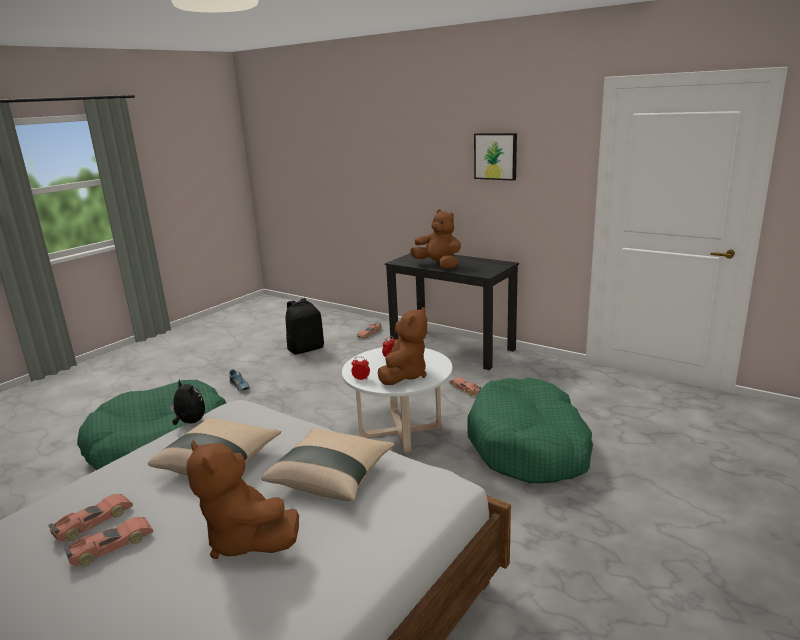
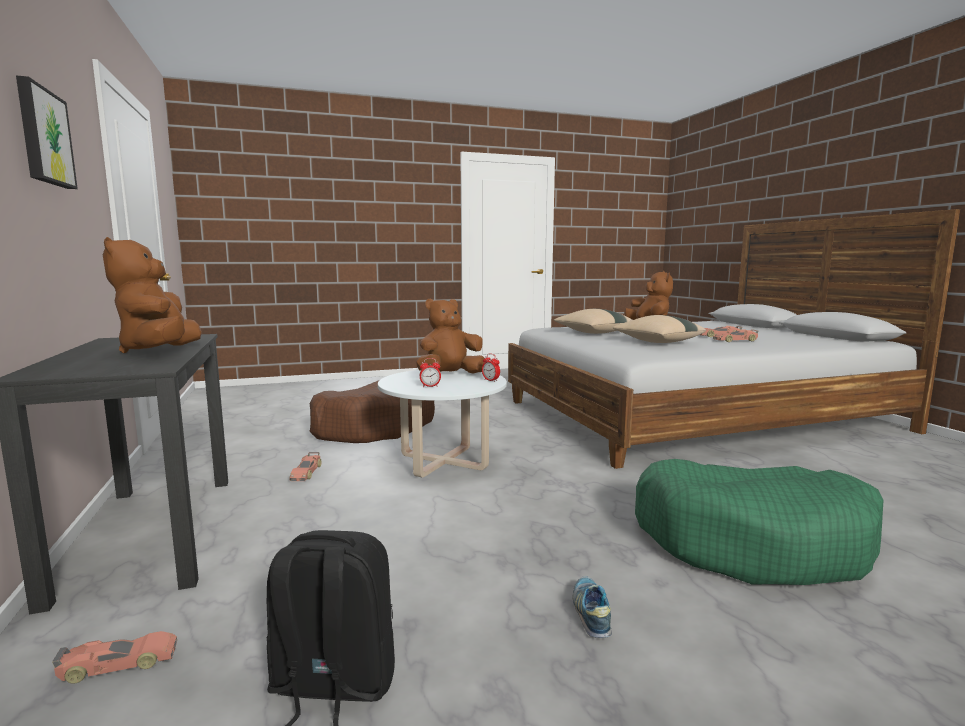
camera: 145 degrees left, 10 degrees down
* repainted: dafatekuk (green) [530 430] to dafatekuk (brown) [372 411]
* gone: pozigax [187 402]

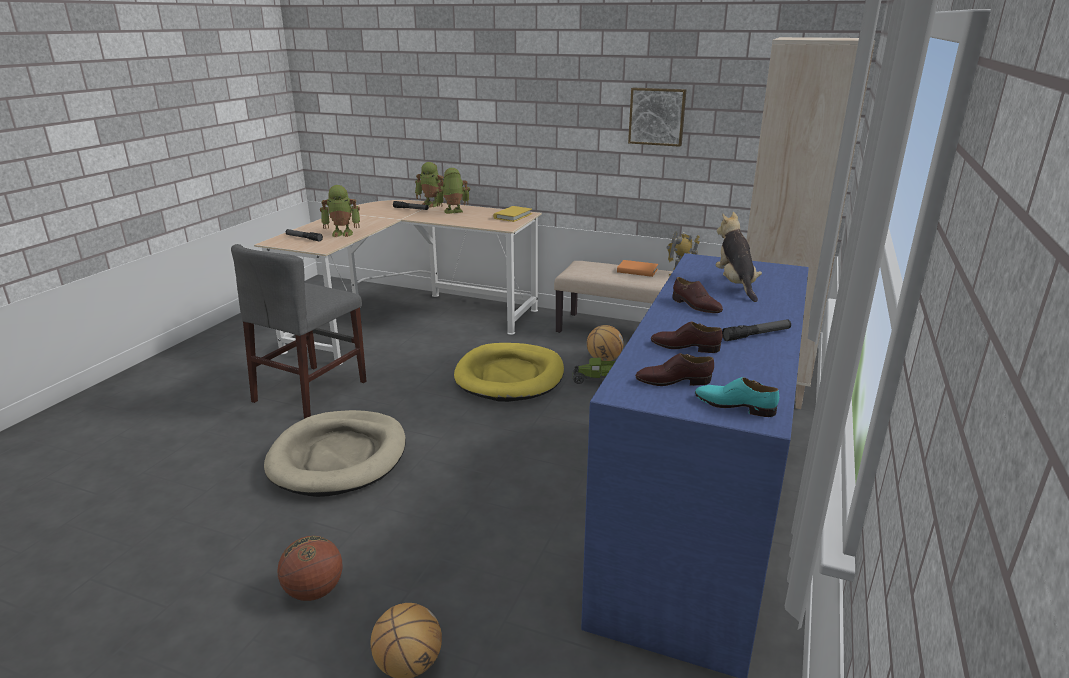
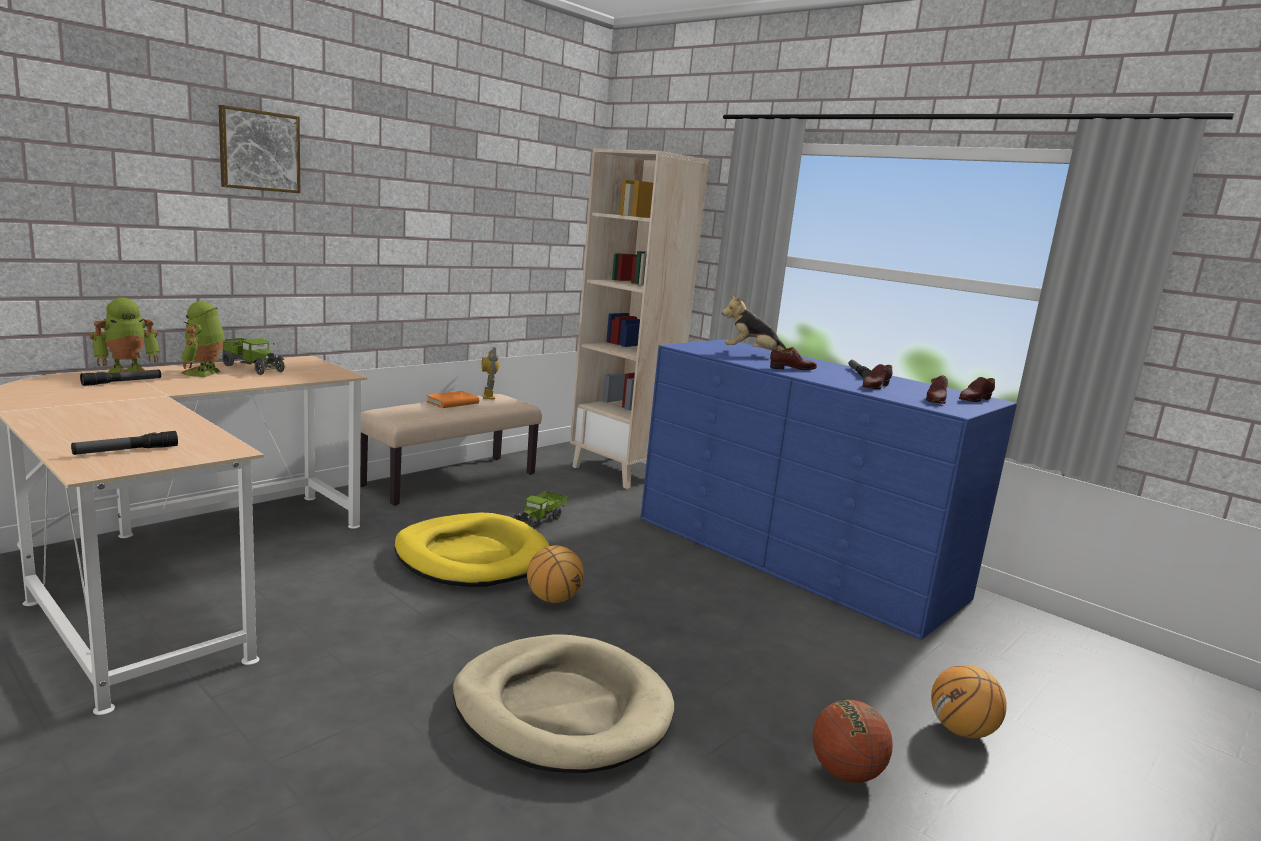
camera: 70 degrees left, 10 degrees down
* shifted: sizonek [657 117] to [259 149]
* gone: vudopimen [340 211]
* gone: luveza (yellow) [512 214]
* gone: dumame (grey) [298 331]
* shifted: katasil [605 343] to [555 574]
* repainted: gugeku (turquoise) [737 397] to gugeku (brown) [977 389]
* new: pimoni [254 356]

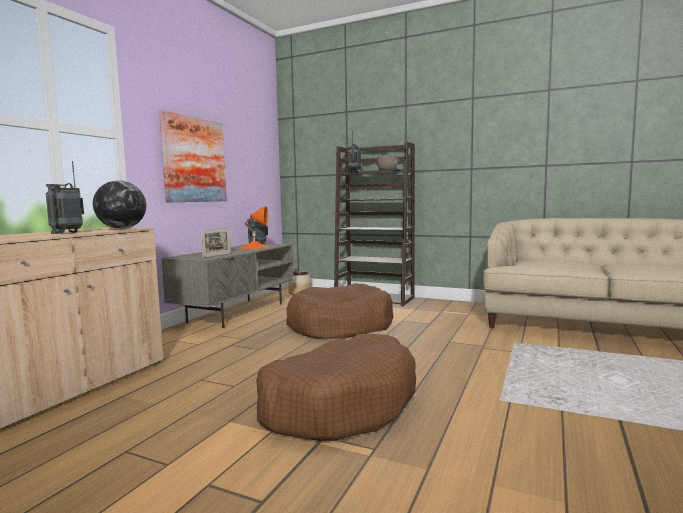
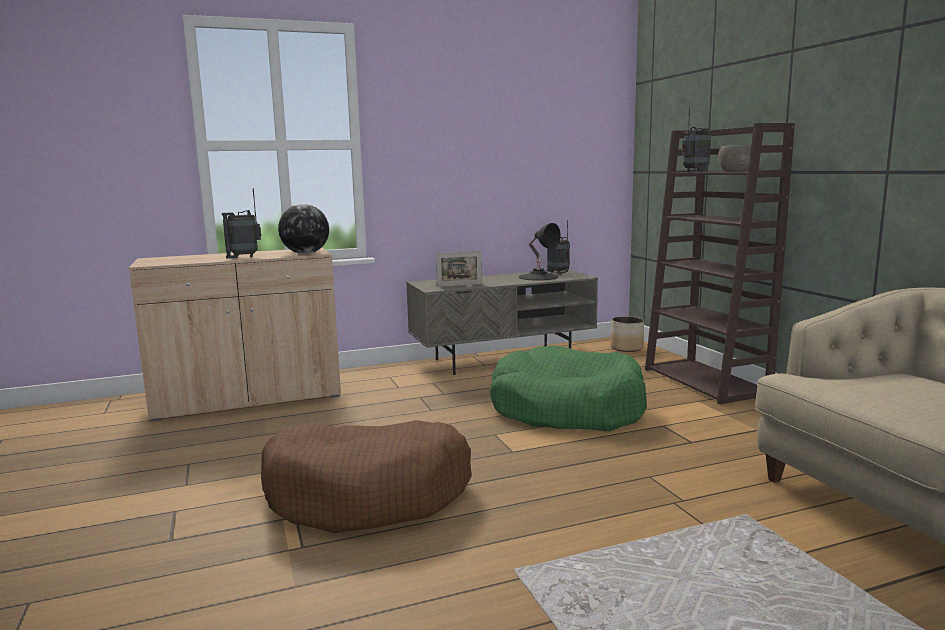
camera: 45 degrees right, 5 degrees up
* gone: sizonek [193 156]
* repainted: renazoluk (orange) [254 227] to renazoluk (black) [539 252]
* repainted: dafatekuk (brown) [340 311] to dafatekuk (green) [568 389]

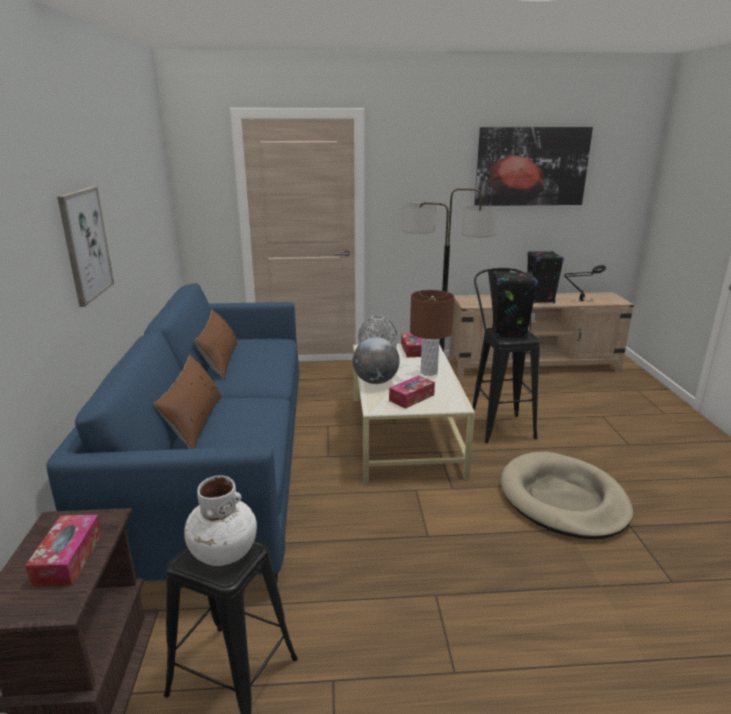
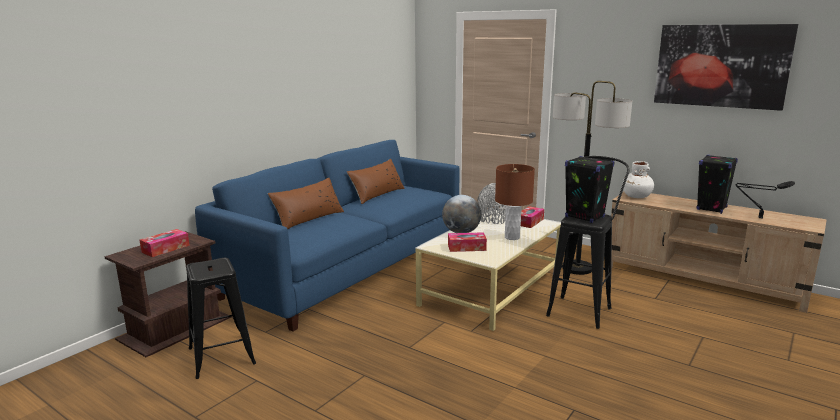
camera: 40 degrees right, 5 degrees down
* gone: sizonek [85 247]
* gone: dafatekuk (beige) [567 495]
* shifted: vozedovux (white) [220 521] to [638 179]

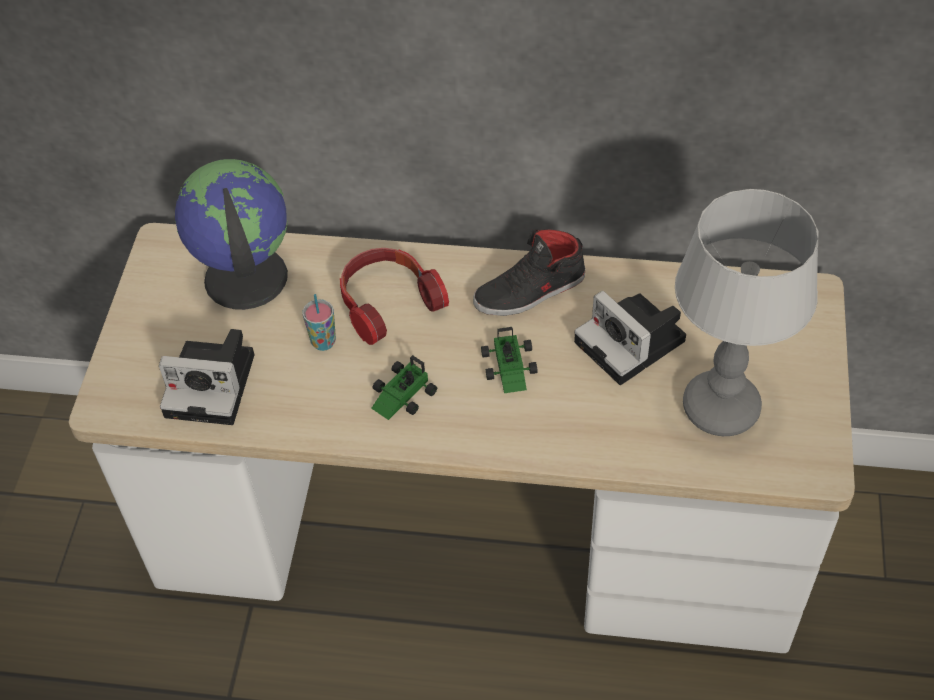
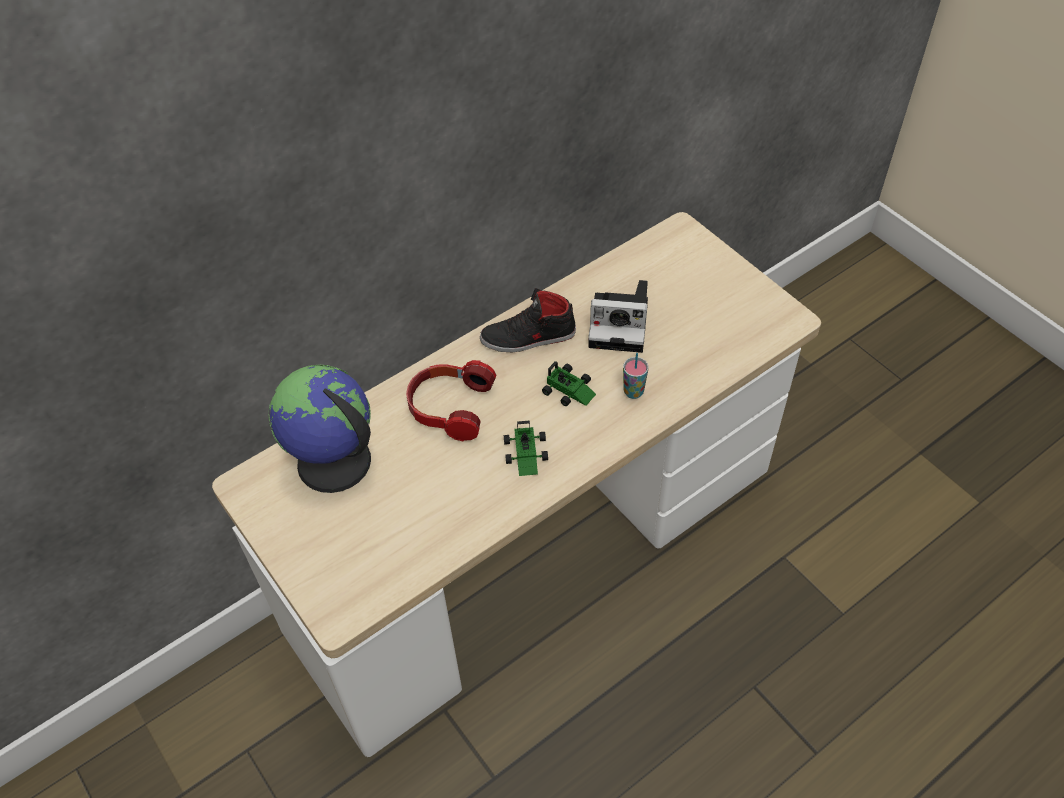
camera: 45 degrees left, 0 degrees up
* gone: renazoluk [746 312]
* rotated: gugeku (black) [529 272] = [528 320] 60 degrees clockwise
* shifted: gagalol [319 322] to [636 376]
* gone: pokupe [207 377]

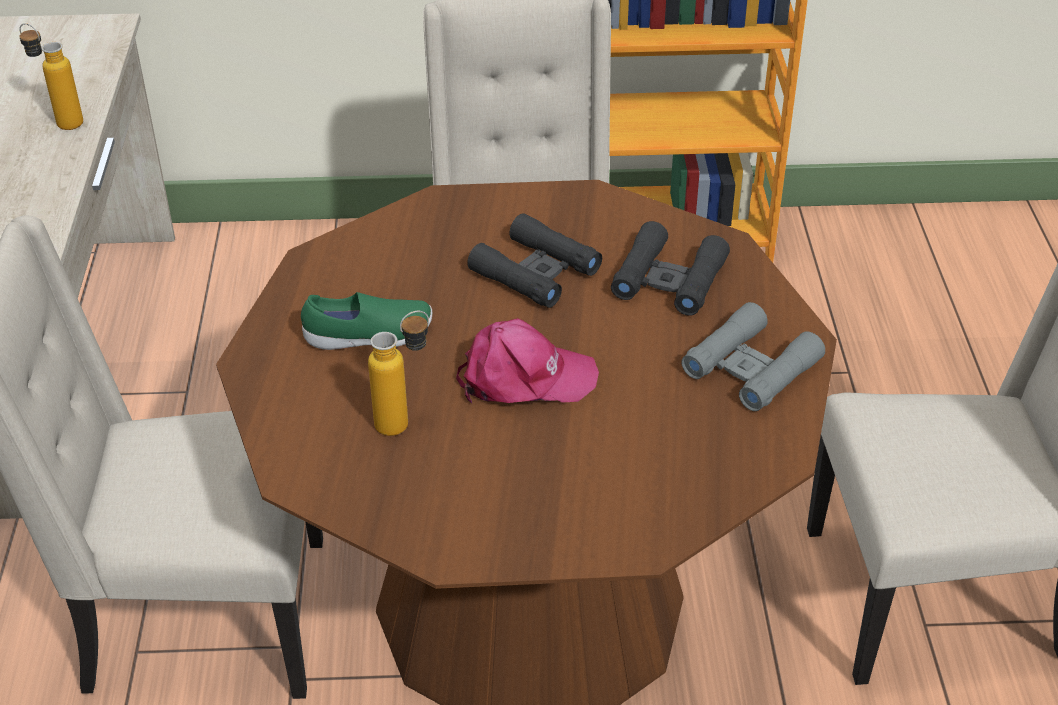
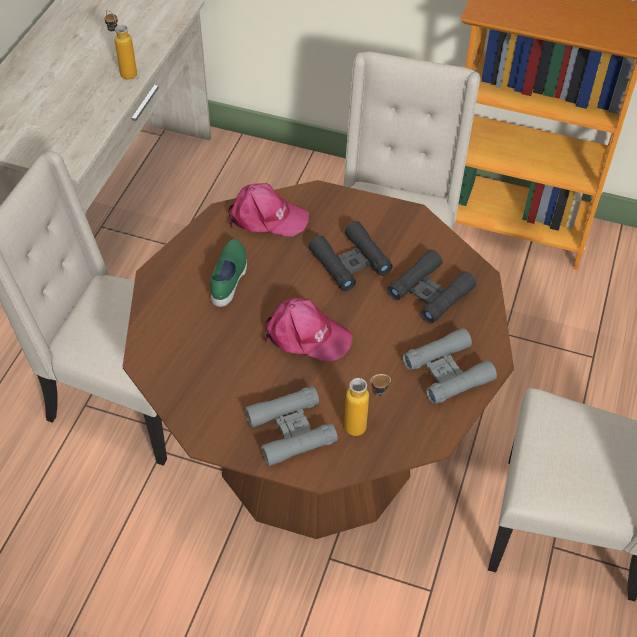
camera: 20 degrees right, 10 degrees up
* rotated: gugeku (green) [366 321] = [228 273] 90 degrees counterclockwise
* shifted: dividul [398 373] to [367 405]
* new: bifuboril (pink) [268 210]
* new: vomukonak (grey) [291 426]

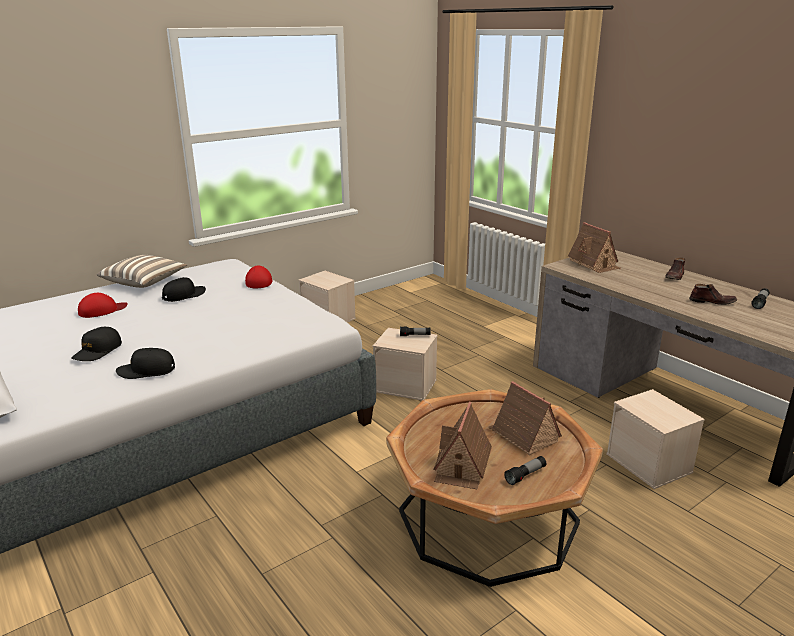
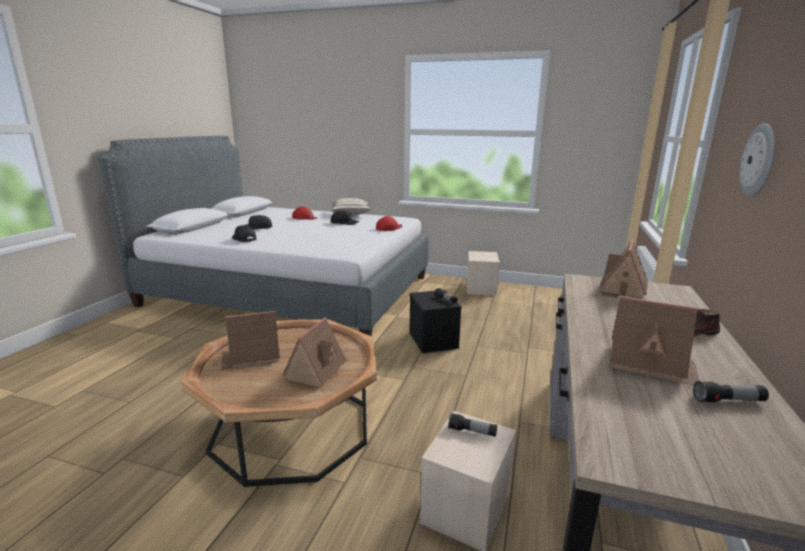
camera: 55 degrees right, 5 degrees down
* swapped: gugeku (brown) [713 294] to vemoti [654 340]
* repainted: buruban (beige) [405 364] to buruban (black) [435 321]
* shifted: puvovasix [525 470] to [472 425]
* new: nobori [757 160]

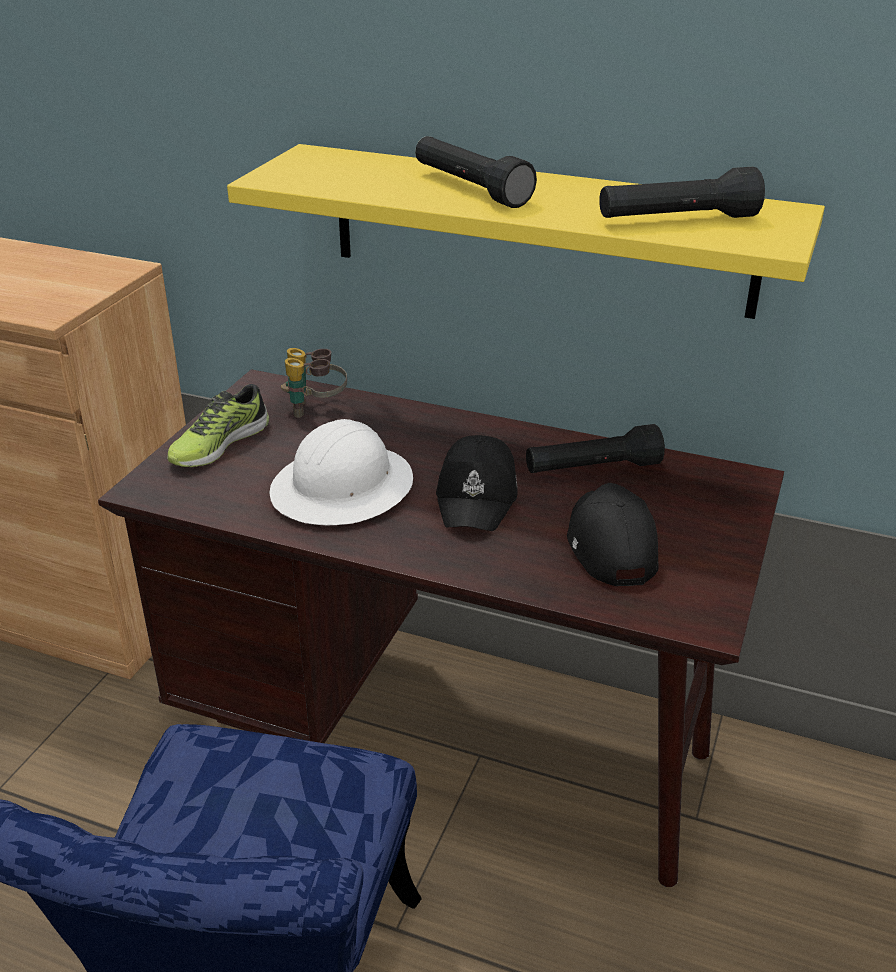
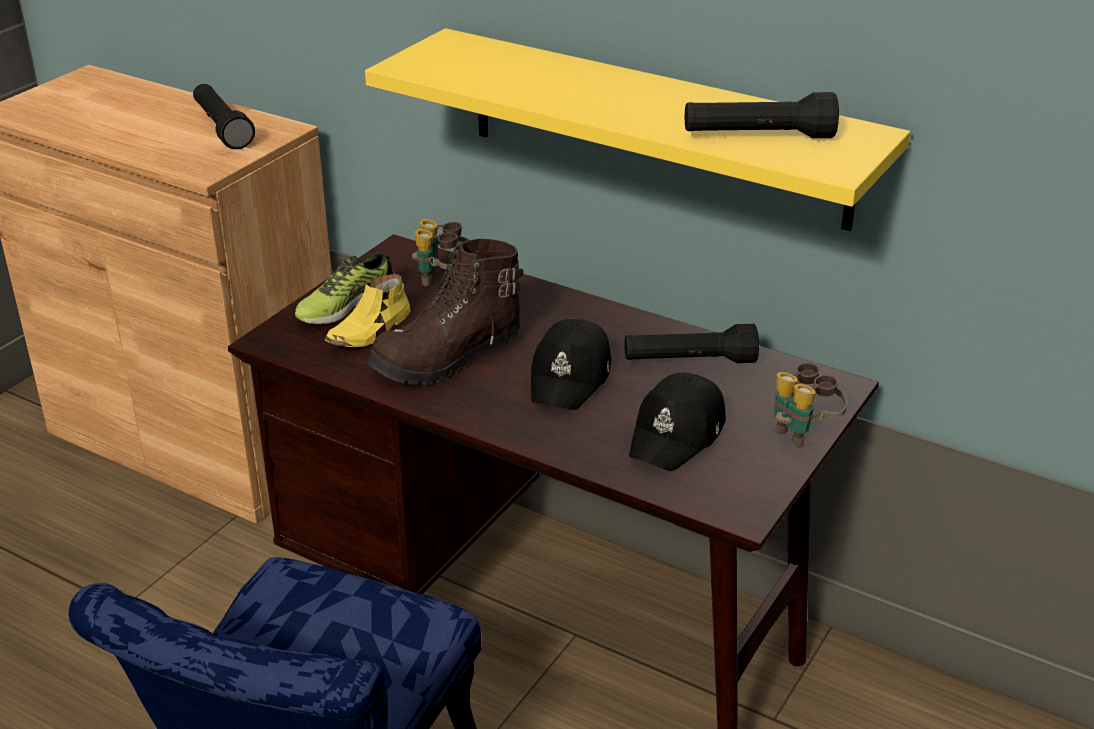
camera: 10 degrees right, 0 degrees up
* shifted: puvovasix (black) [476 172] to [224 116]
* swapped: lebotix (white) [341 472] to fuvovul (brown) [445 312]
* rotated: bifuboril (black) [613 534] = [677 422] 150 degrees counterclockwise
* new: gugeku (yellow) [367 310]
* new: vomukonak [810 405]

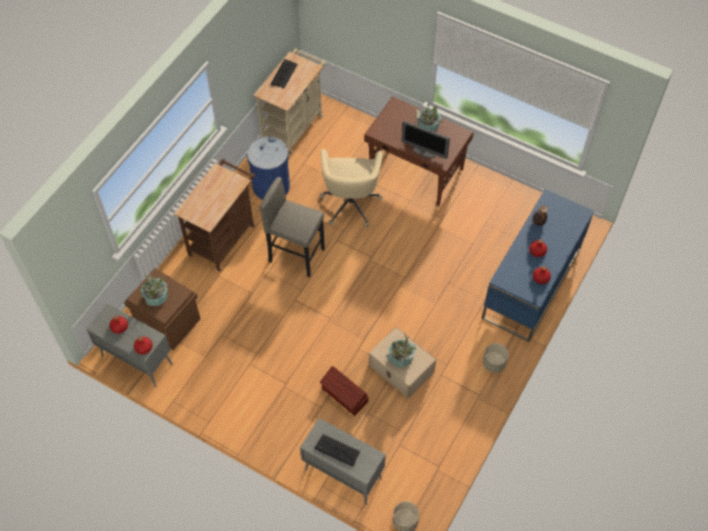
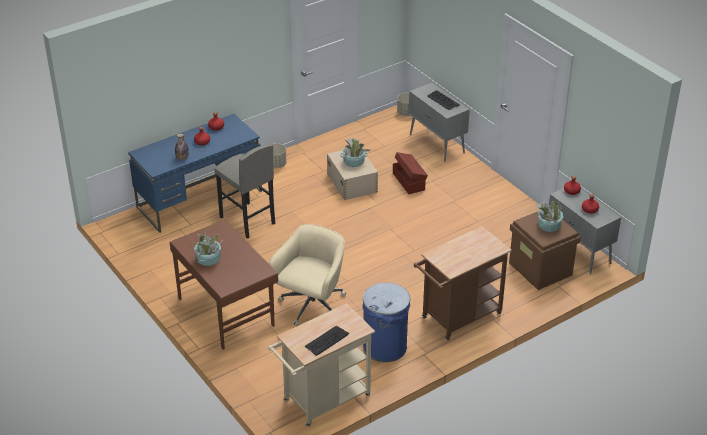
camera: 155 degrees left, 20 degrees down
* gone: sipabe [426 140]
* shifted: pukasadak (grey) [292 227] to [244 191]

